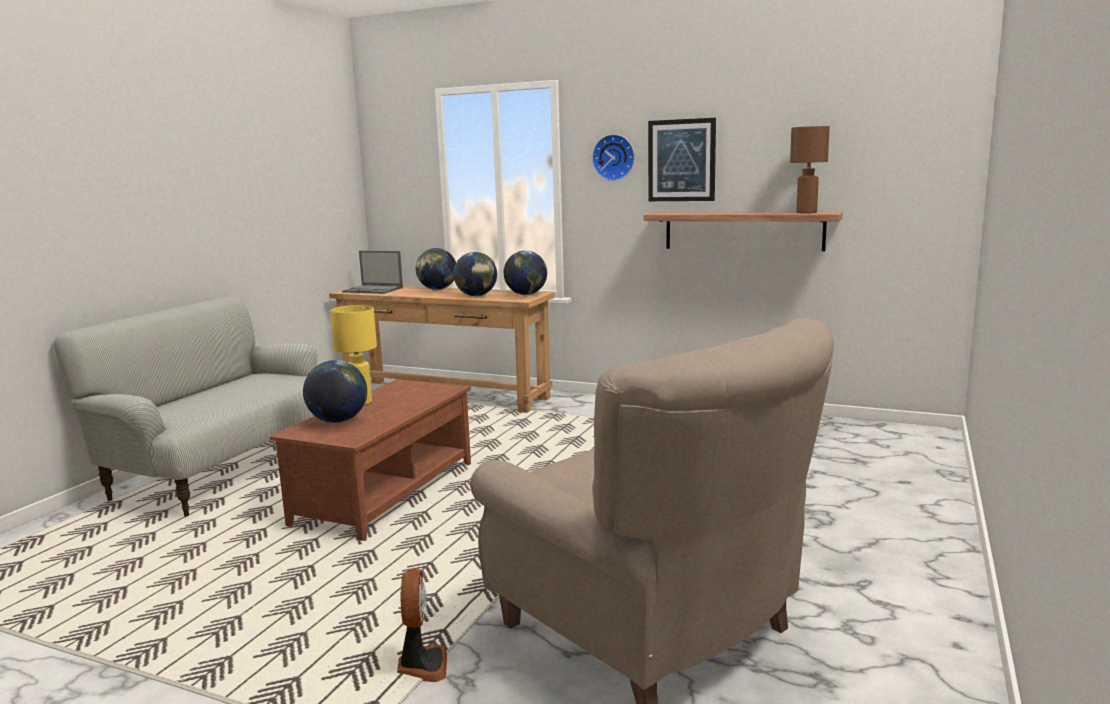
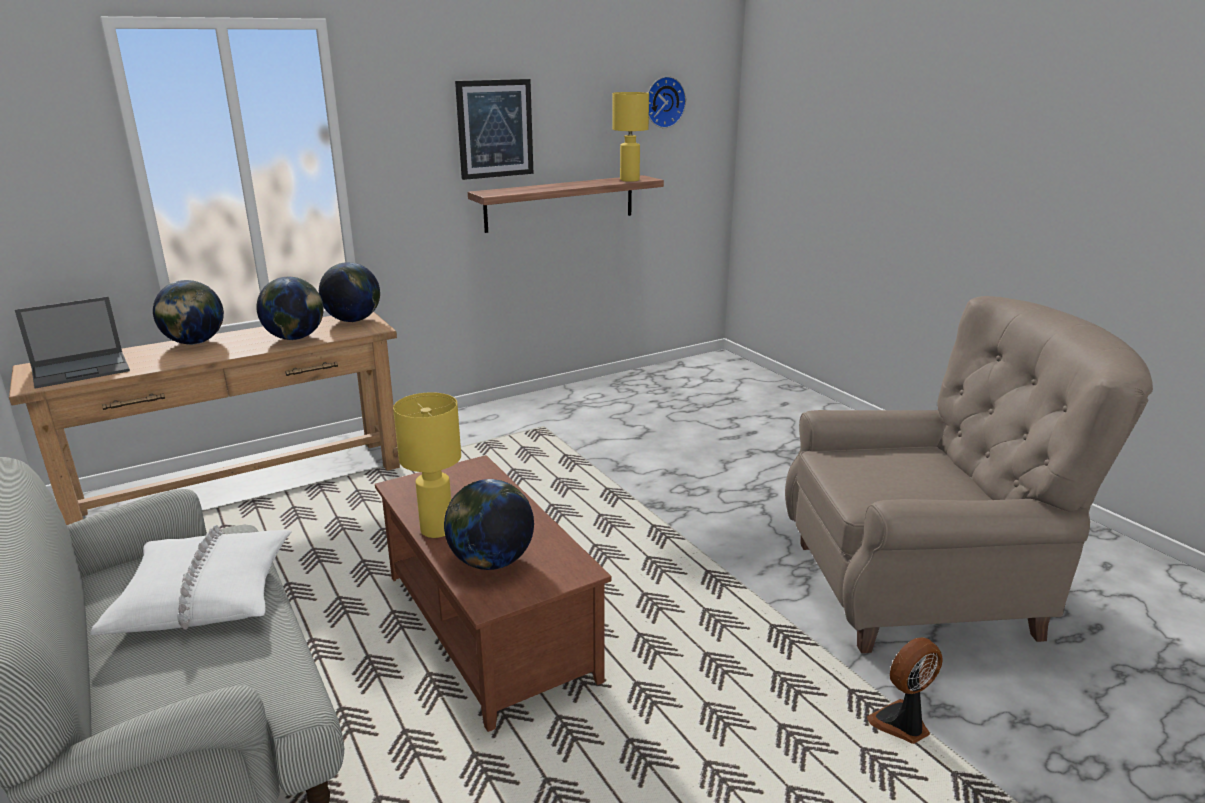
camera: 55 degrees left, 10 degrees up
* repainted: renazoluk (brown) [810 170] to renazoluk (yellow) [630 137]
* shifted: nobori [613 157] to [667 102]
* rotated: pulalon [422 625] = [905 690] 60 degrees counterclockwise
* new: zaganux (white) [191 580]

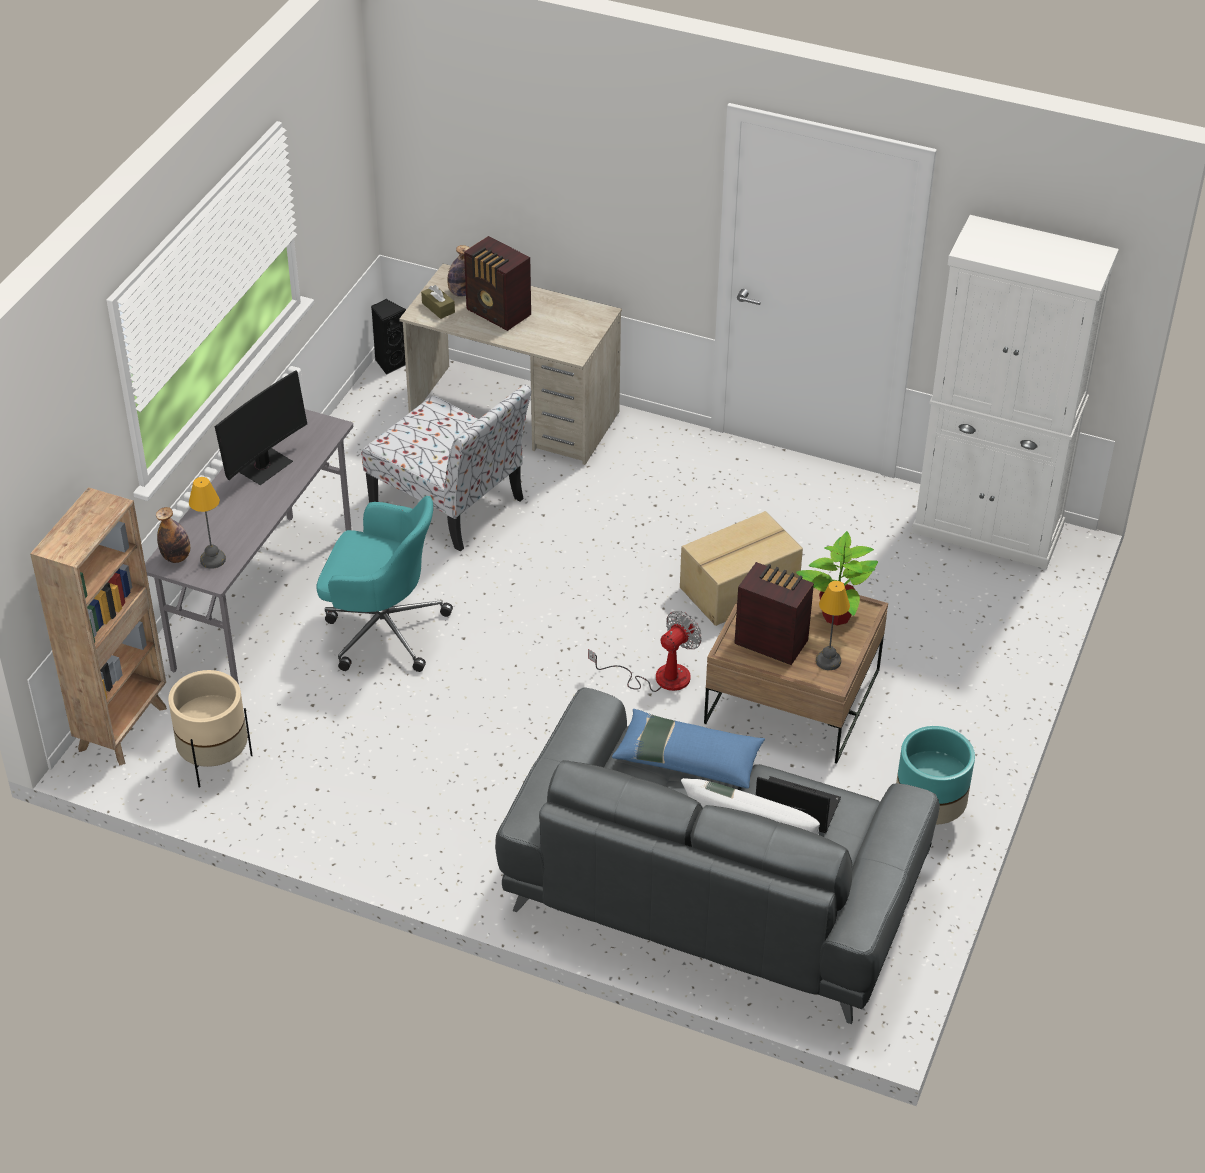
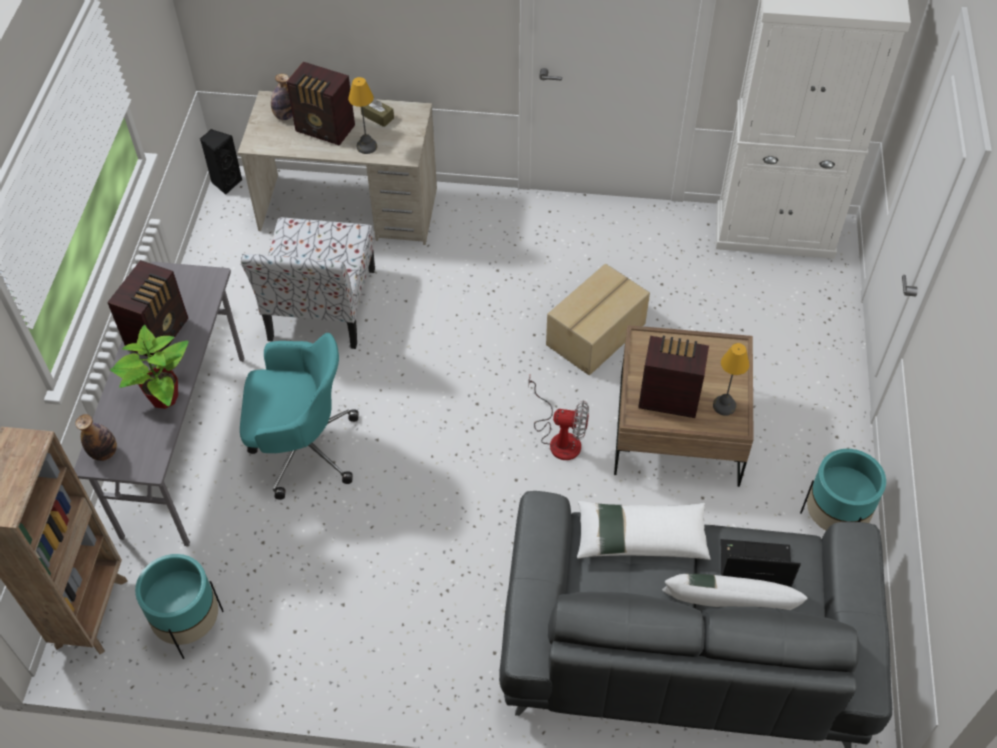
camera: 15 degrees left, 10 degrees up
* shifted: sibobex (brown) [438 302] to [377 112]
* swapped: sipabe [261 427] to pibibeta [147 308]
* rotated: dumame [446 468] = [308 283] 75 degrees clockwise
* shifted: renazoluk [207 523] to [362 115]
* shifted: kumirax [837 578] to [149 367]
* rotated: pulalon [645 651] = [558 418] 75 degrees clockwise
* repainted: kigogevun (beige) [210 729] to kigogevun (turquoise) [179 606]
* repainted: zaganux (blue) [688 749] to zaganux (white) [644 530]

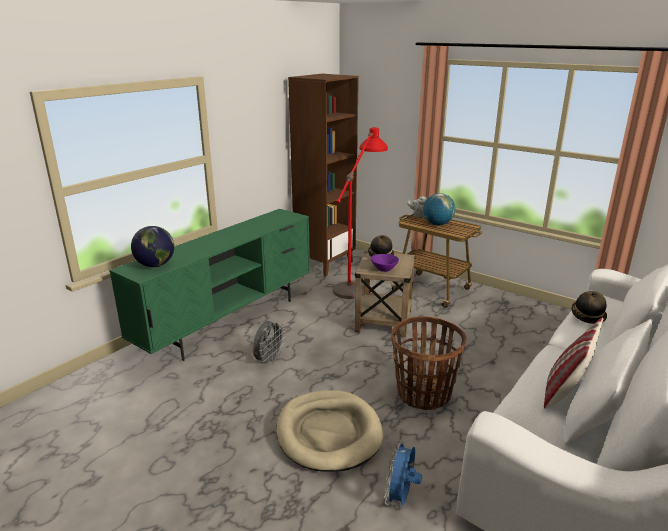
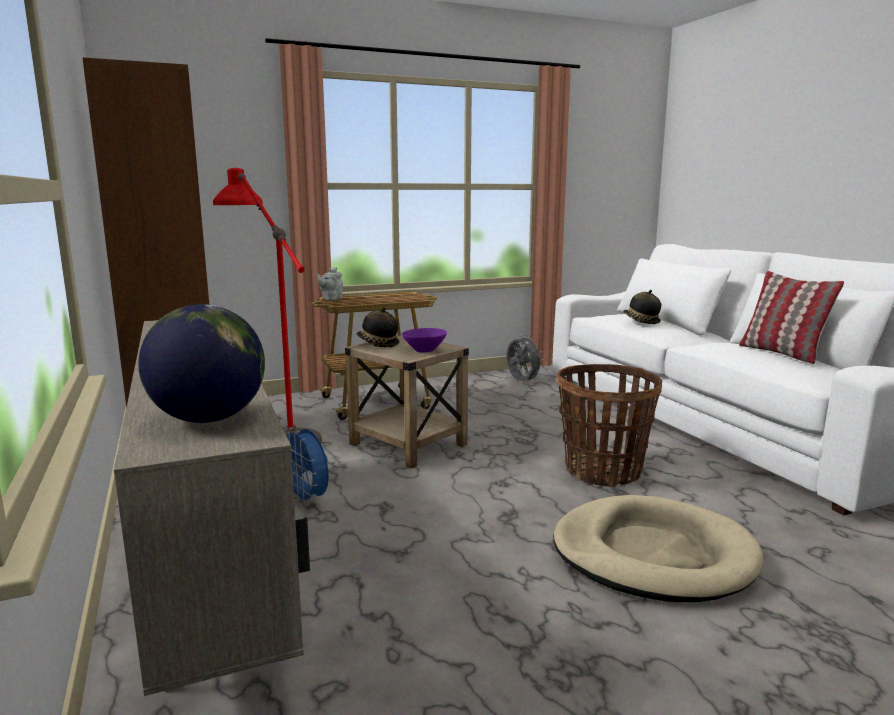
camera: 60 degrees left, 10 degrees down
* gone: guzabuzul [439 209]
* repainted: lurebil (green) [209 285] to lurebil (beige) [212 508]
* shifted: pulalon (grey) [269 342] to [525 358]
* shifted: pulalon (blue) [403 473] to [306 466]

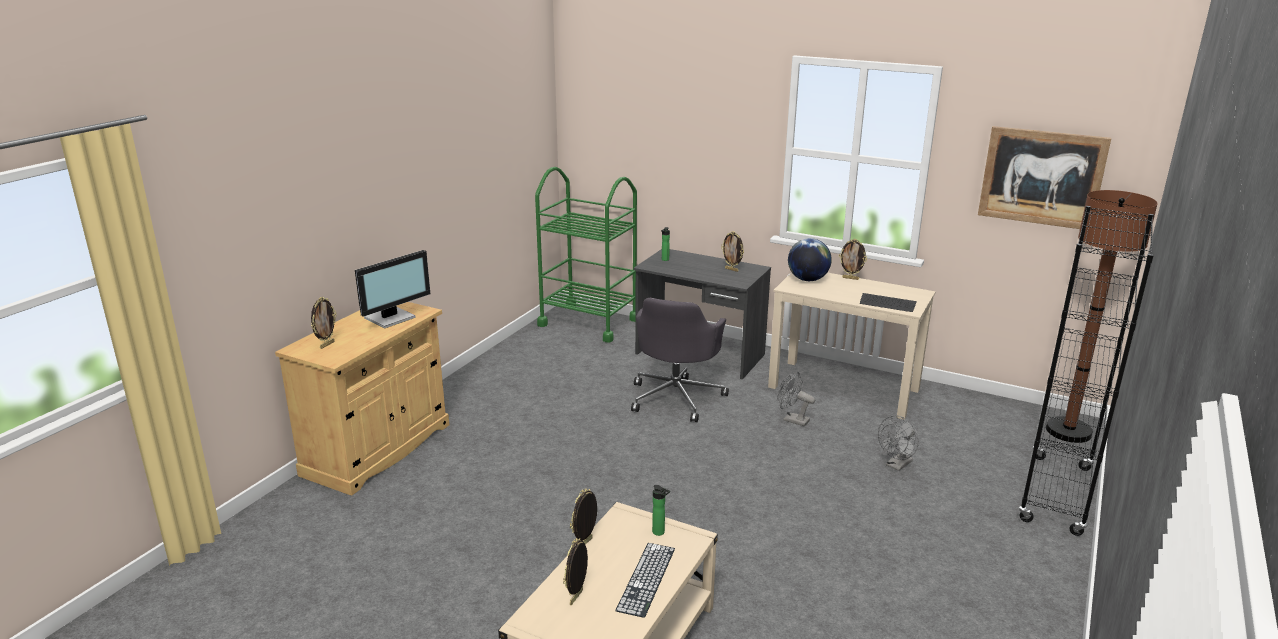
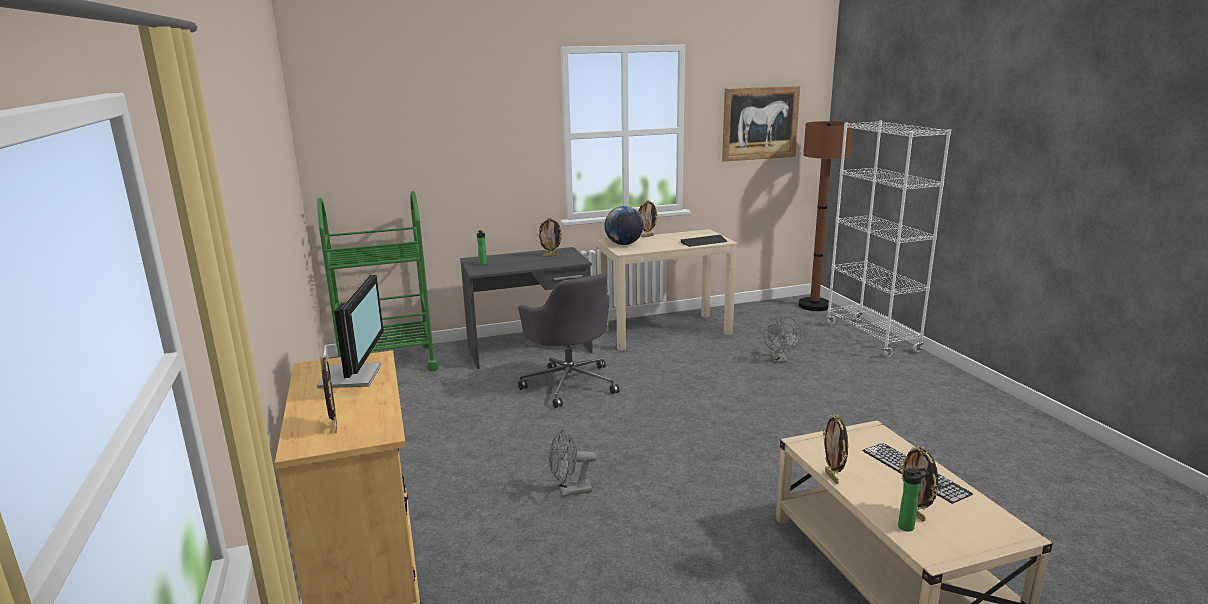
camera: 45 degrees left, 5 degrees down
* repainted: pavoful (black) [1086 371] to pavoful (white) [888 239]
* shifted: pulalon (grey) [796 399] to [573 463]
* shifted: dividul [661 510] to [913 500]

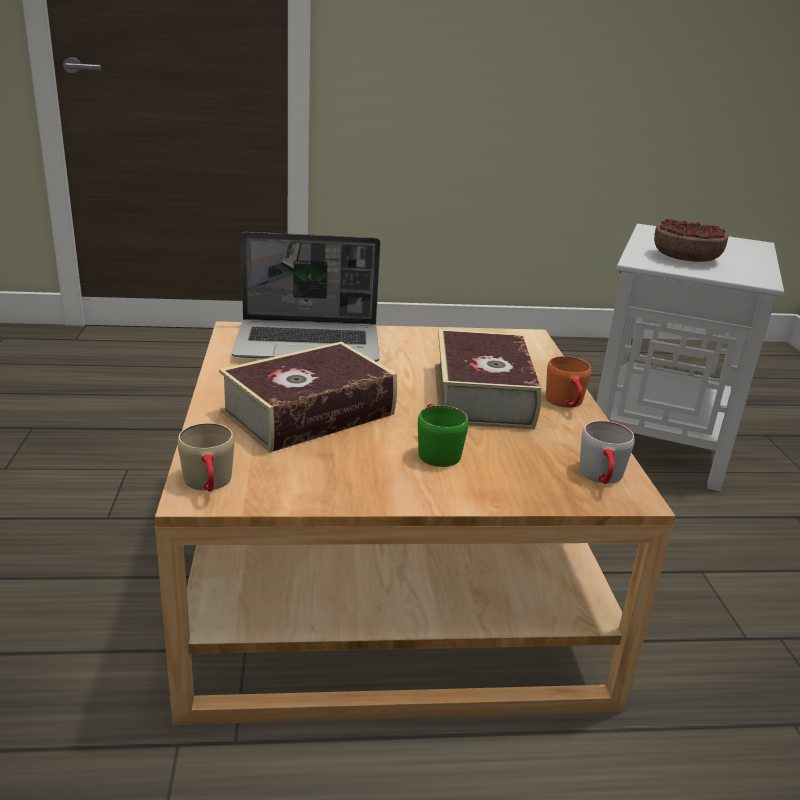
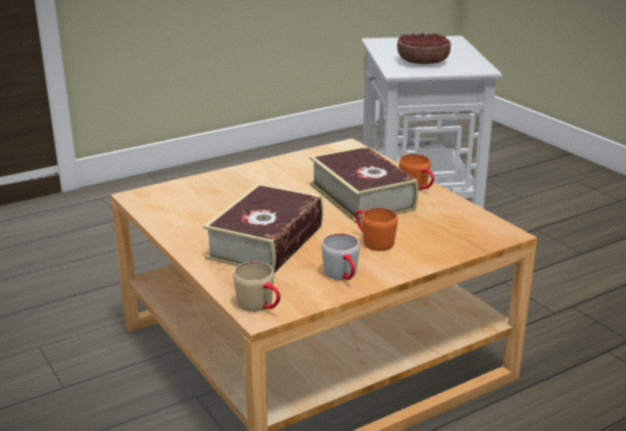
camera: 25 degrees left, 0 degrees up
* gone: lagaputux [306 297]
* repainted: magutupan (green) [443 435] to magutupan (orange) [376 229]
* shifted: magutupan (grey) [607 452] to [341 256]

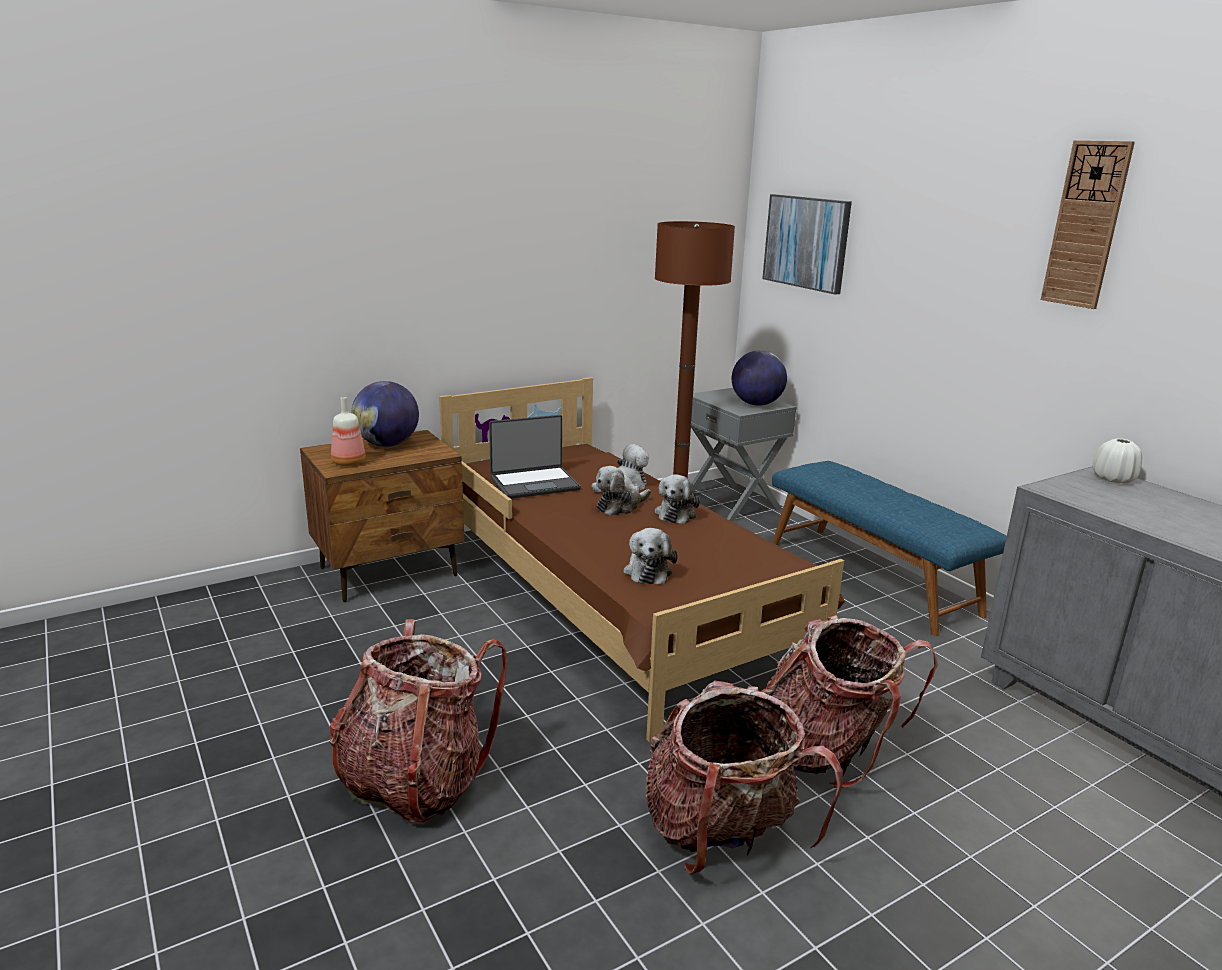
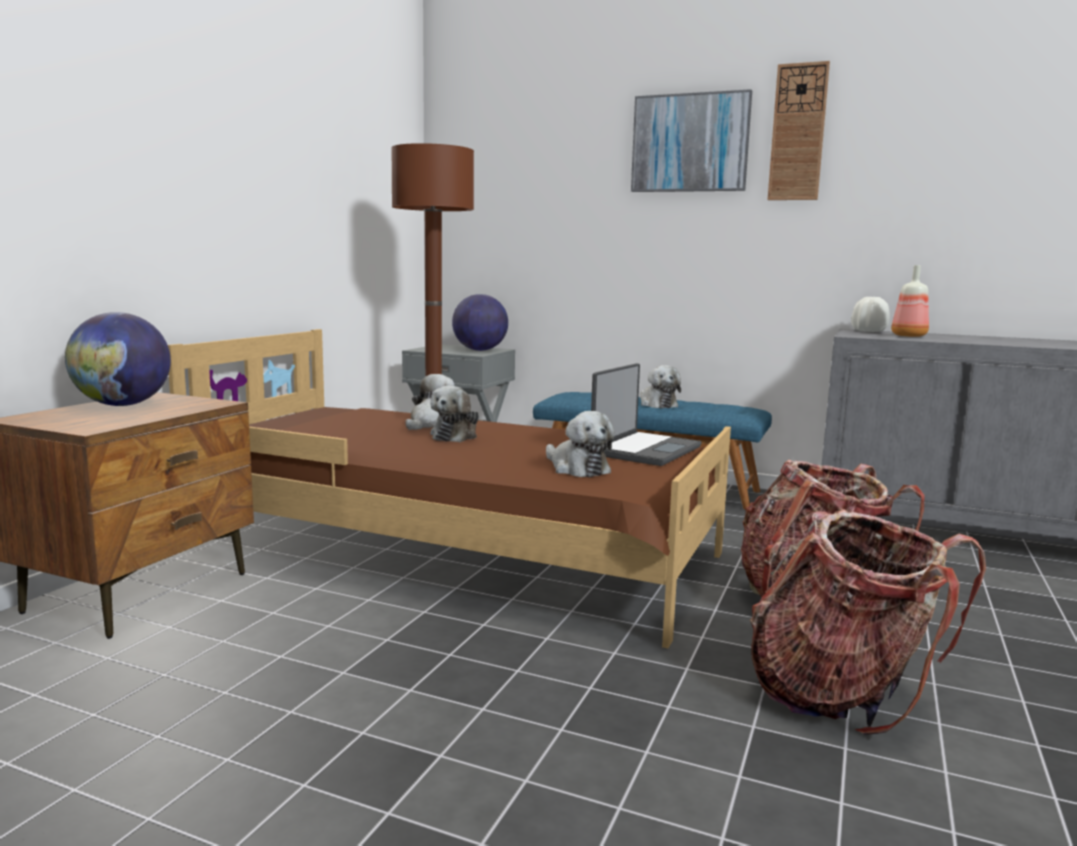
camera: 35 degrees left, 10 degrees down
* shifted: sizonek [807 244] to [691 140]
* shifted: dividul [348 431] to [910 301]
* shifted: lagaputux [535 457] to [646 414]
* shifted: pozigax [677 499] to [660 386]
* gone: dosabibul [418 721]

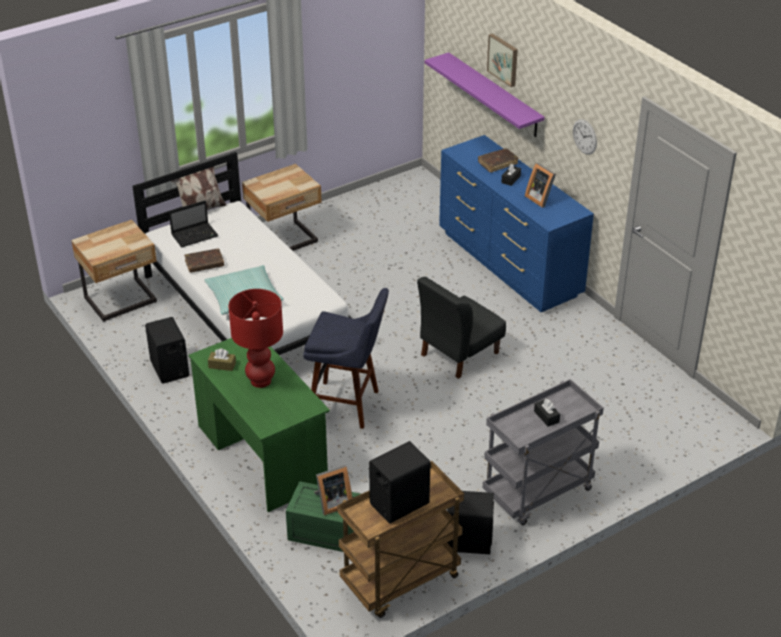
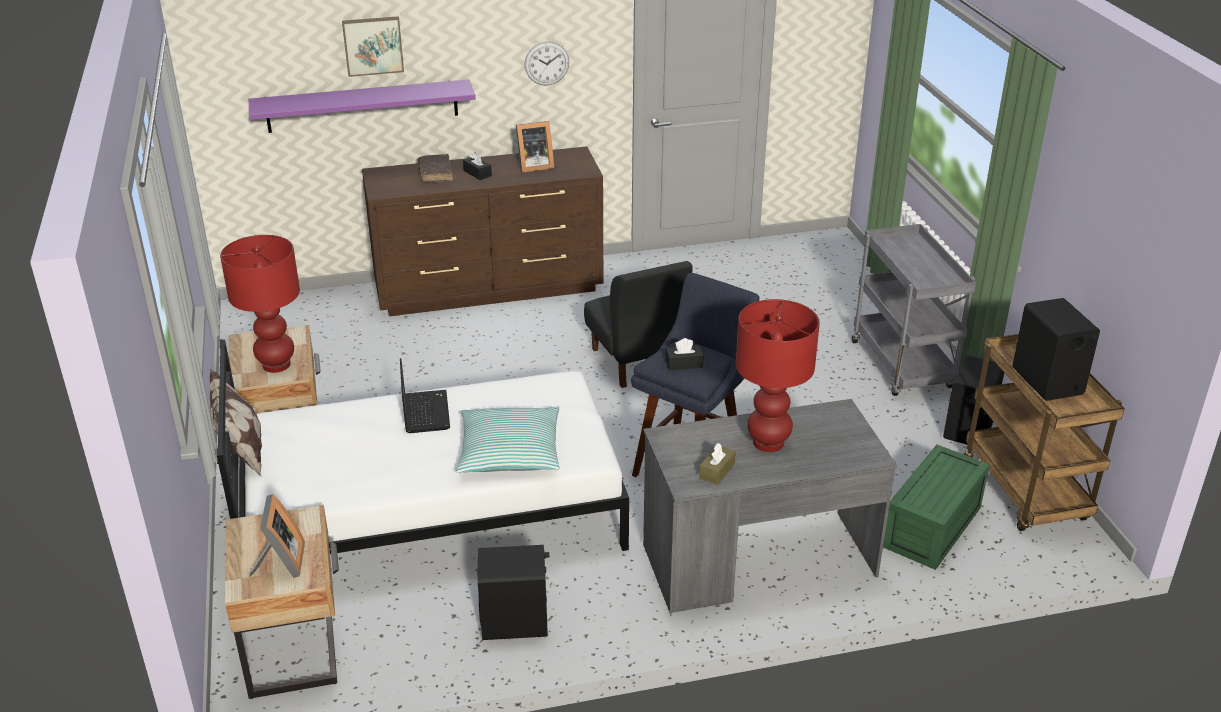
camera: 70 degrees left, 5 degrees down
* repainted: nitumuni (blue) [516 223] to nitumuni (brown) [482 231]
* shifted: lagaputux [194 224] to [425 395]
* gone: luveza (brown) [204 261]
* repainted: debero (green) [259 425] to debero (grey) [770 506]
* shifted: sibobex (black) [547 413] to [684 354]
* shifted: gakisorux [333 490] to [277 536]
* new: renazoluk (red) [260 304]

